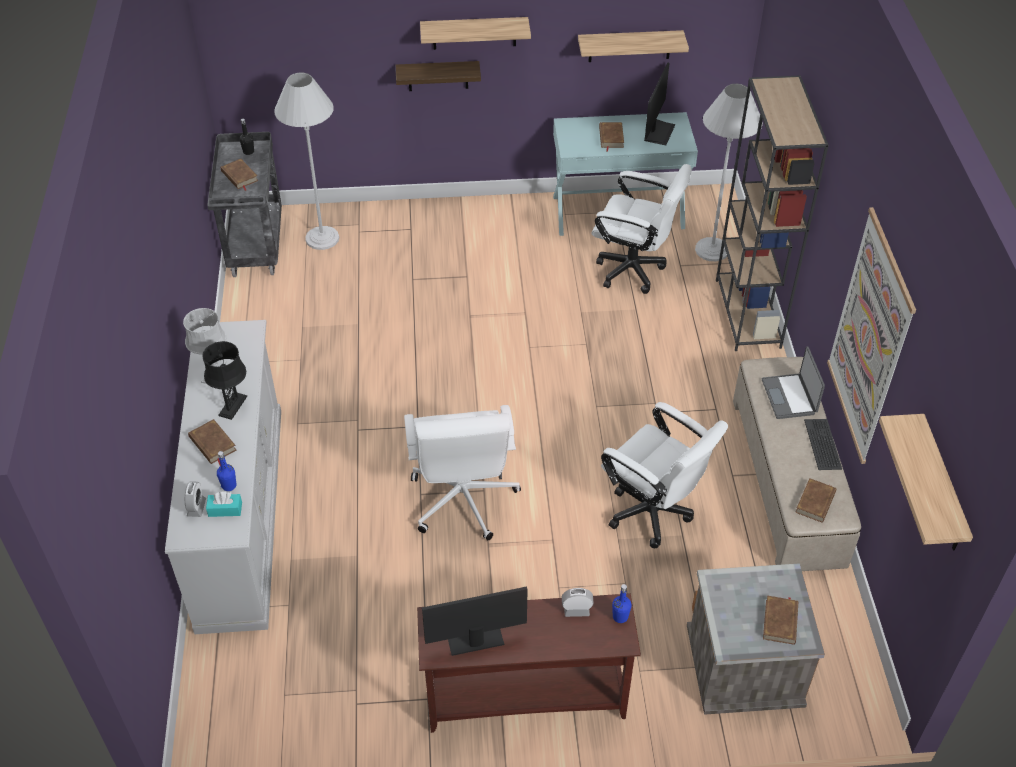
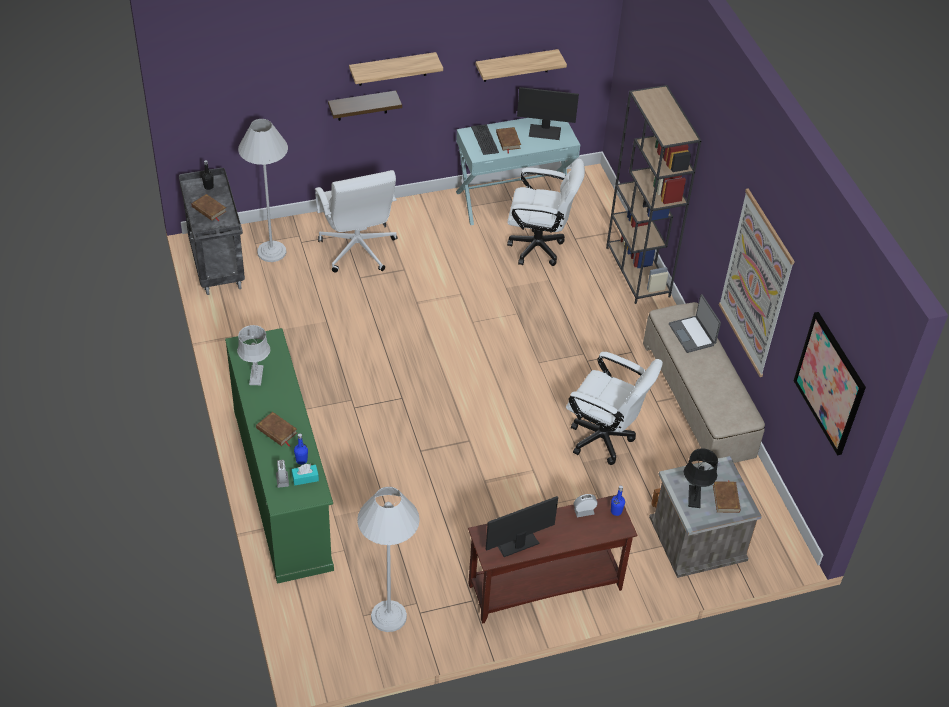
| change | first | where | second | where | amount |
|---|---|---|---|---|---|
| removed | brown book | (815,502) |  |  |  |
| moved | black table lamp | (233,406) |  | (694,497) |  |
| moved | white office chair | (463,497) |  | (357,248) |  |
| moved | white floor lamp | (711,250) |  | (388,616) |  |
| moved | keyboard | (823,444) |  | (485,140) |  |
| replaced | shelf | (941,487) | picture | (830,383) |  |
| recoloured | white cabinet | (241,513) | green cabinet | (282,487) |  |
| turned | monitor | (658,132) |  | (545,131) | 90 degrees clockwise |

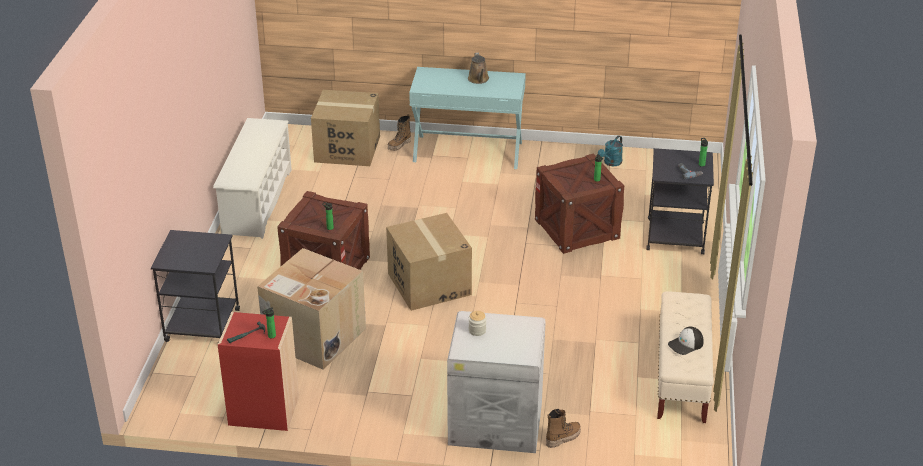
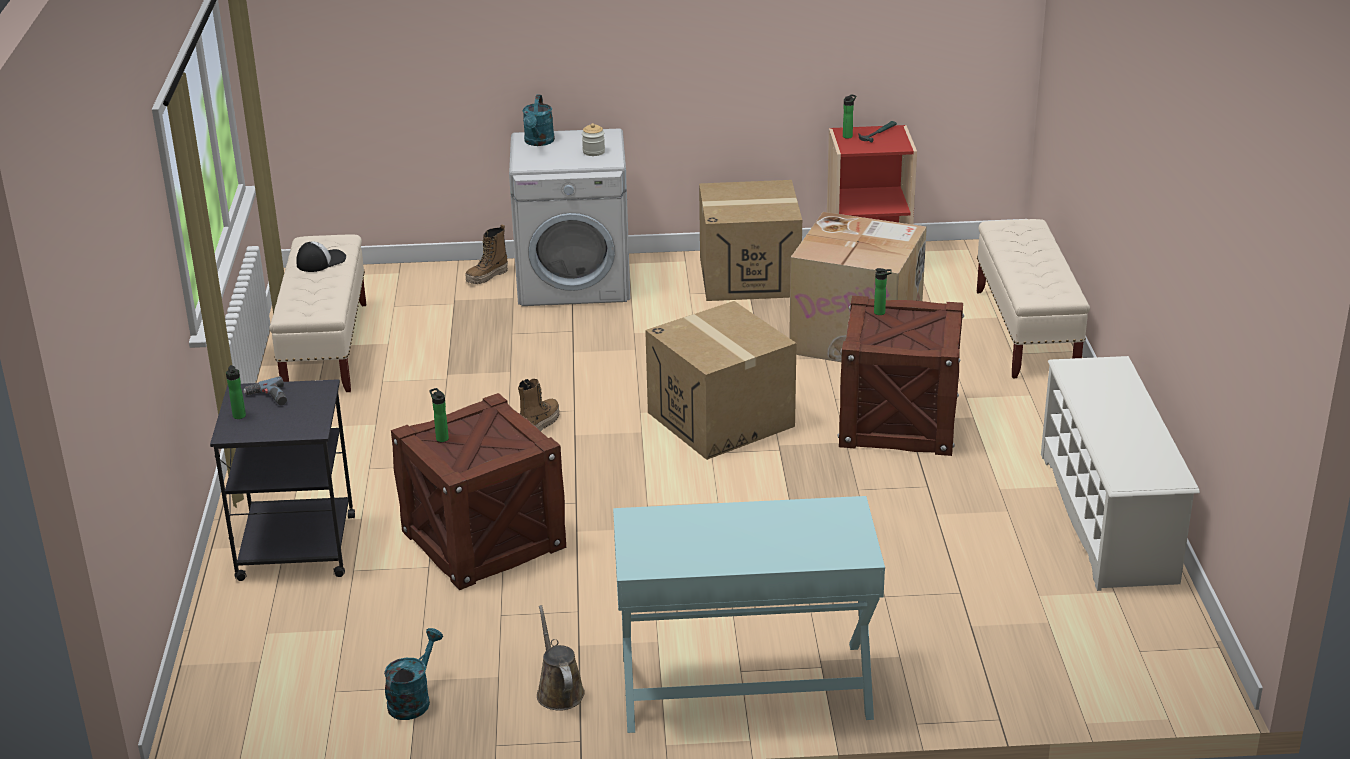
| change | first | where | second | where | amount |
|---|---|---|---|---|---|
| added |  |  | turquoise watering can | (538,142) |  |
| moved | cardboard box | (347,149) |  | (749,277) |  |
| moved | boot | (399,145) |  | (539,424) |  |
| moved | brown watering can | (478,79) |  | (559,691) |  |
| replaced | black cart | (202,324) | beige bench | (1026,332) |  |

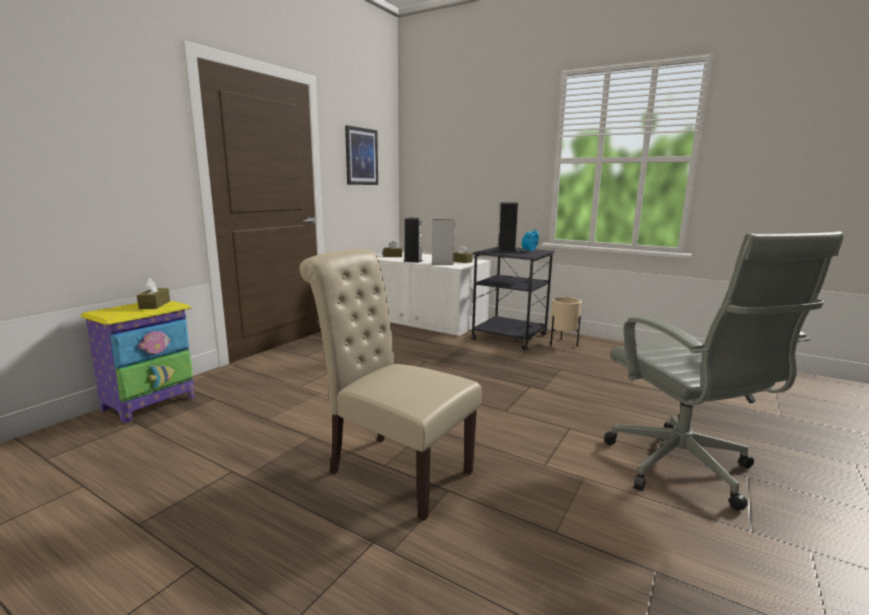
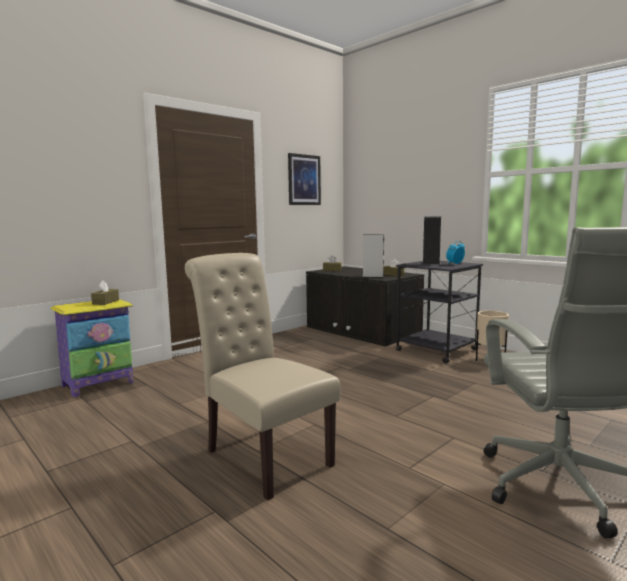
| change | first | where | second | where | amount |
|---|---|---|---|---|---|
| removed | speaker | (413,261) |  |  |  |
| recoloured | white cabinet | (427,319) | black cabinet | (362,330) |  |

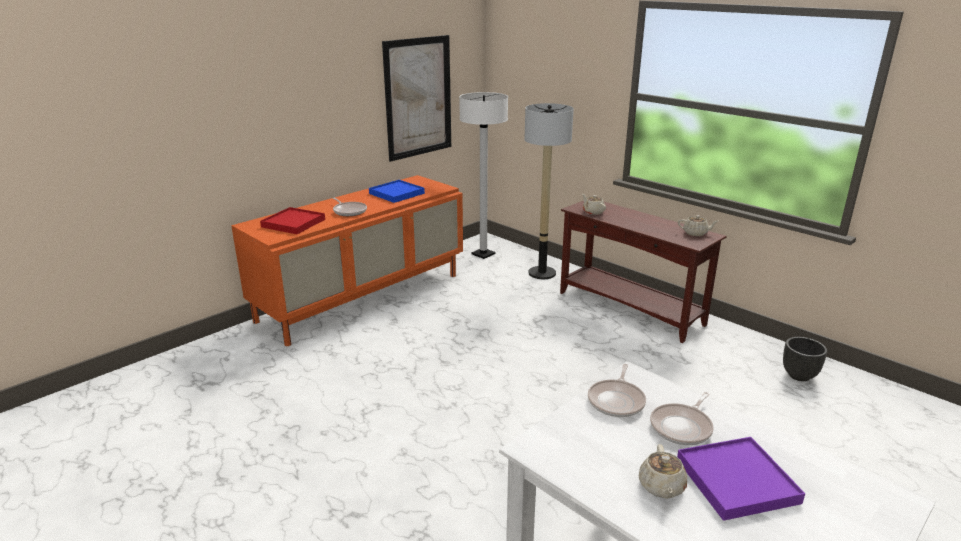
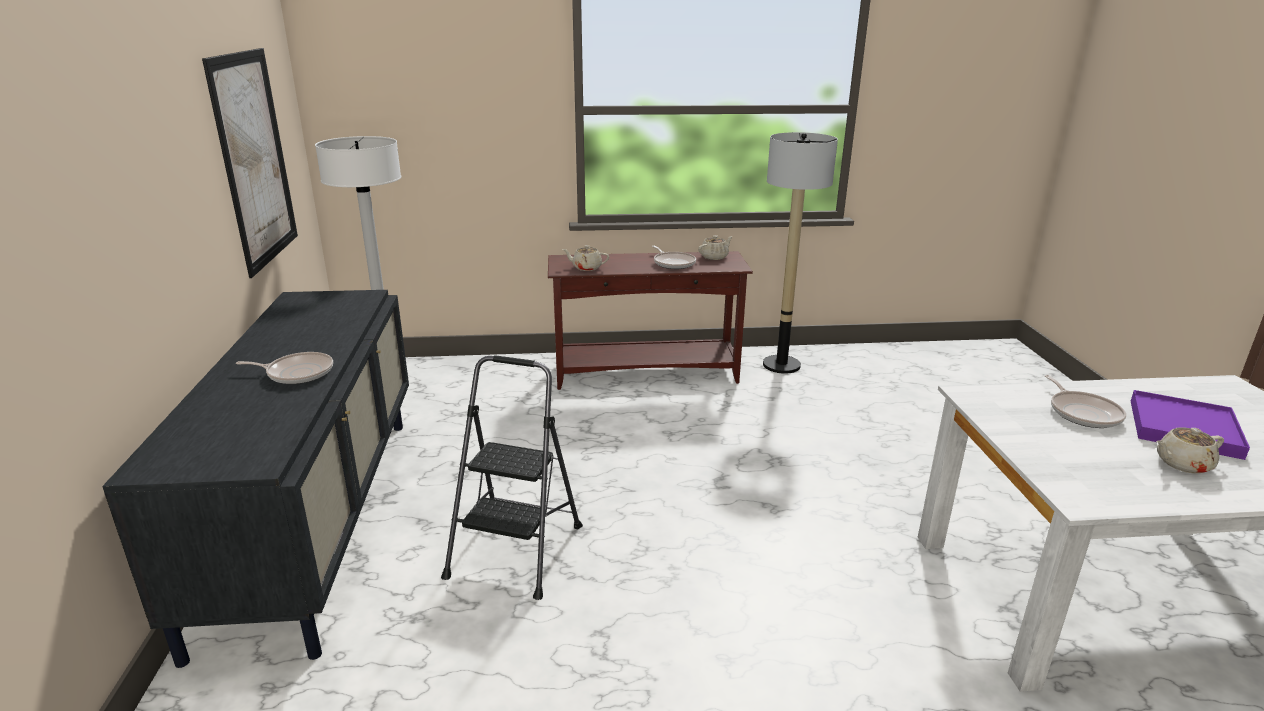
| change | first | where | second | where | amount |
|---|---|---|---|---|---|
| removed | red tray | (293,223) |  |  |  |
| removed | blue tray | (396,193) |  |  |  |
| removed | black planter | (799,376) |  |  |  |
| added |  |  | black step ladder | (517,547) |  |
| moved | floor lamp | (542,273) |  | (781,365) |  |
| moved | frying pan | (617,401) |  | (673,263) |  |
| recoloured | orange cabinet | (363,298) | black cabinet | (319,520) |  |
| turned | beige teapot | (661,487) |  | (1182,464) | 120 degrees clockwise |

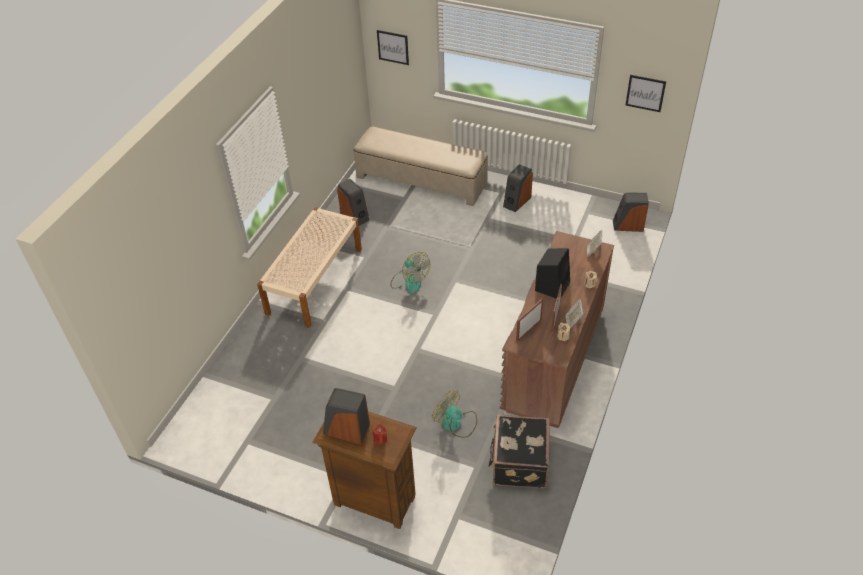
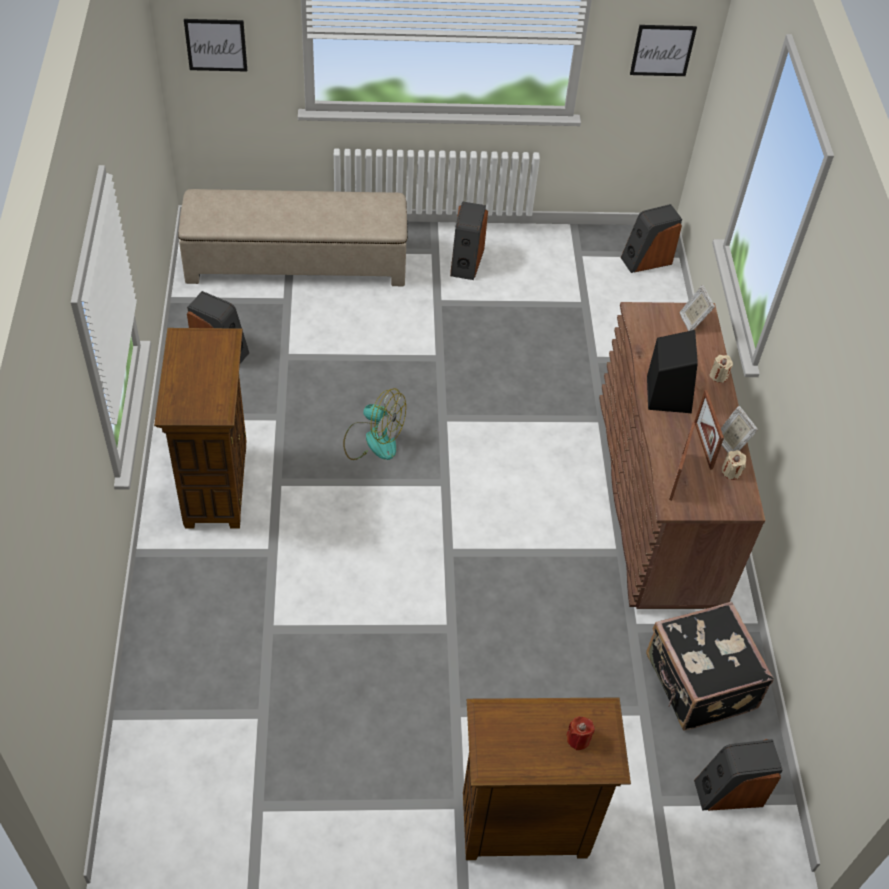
| change | first | where | second | where | amount |
|---|---|---|---|---|---|
| removed | fan | (456,423) |  |  |  |
| moved | speaker | (346,430) |  | (728,791) |  |
| replaced | beige bench | (314,281) | brown cabinet | (215,485) |  |

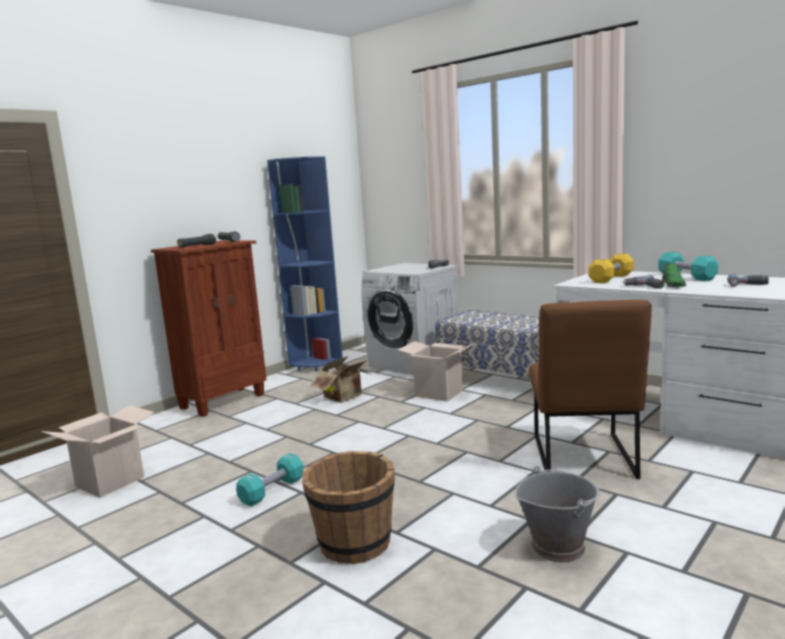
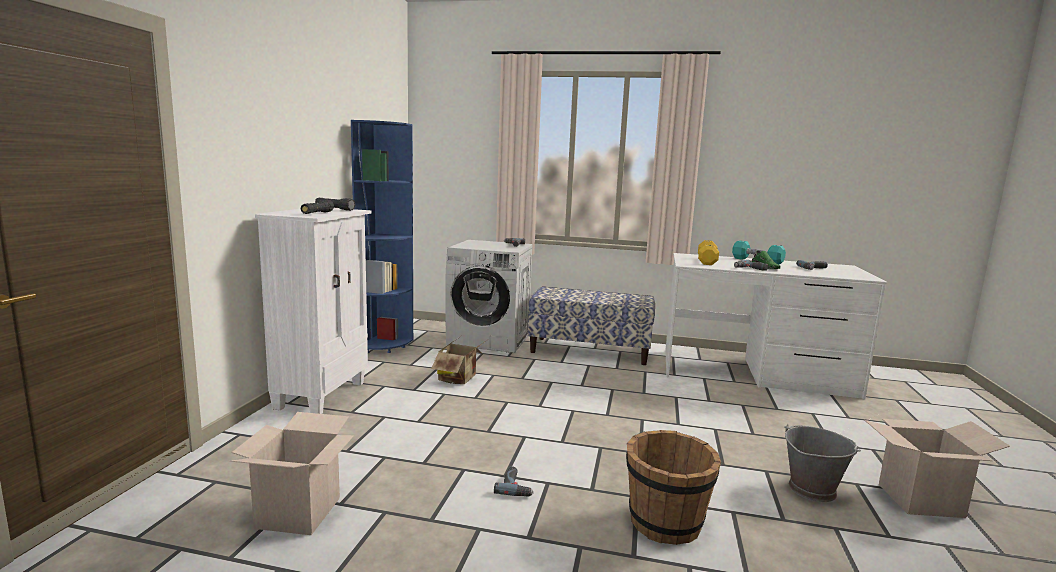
| change | first | where | second | where | amount |
|---|---|---|---|---|---|
| removed | brown chair | (582,457) |  |  |  |
| moved | cardboard box | (439,393) |  | (920,500) |  |
| replaced | turquoise dumbbell | (272,491) | power drill | (516,486) |  |
| recoloured | brown cabinet | (224,402) | white cabinet | (322,396) |  |

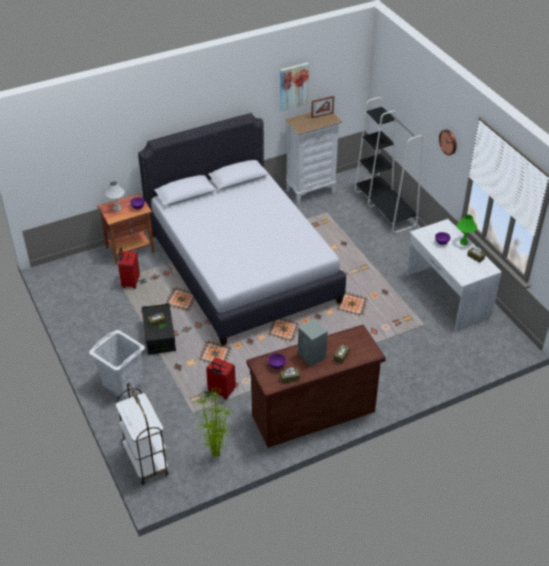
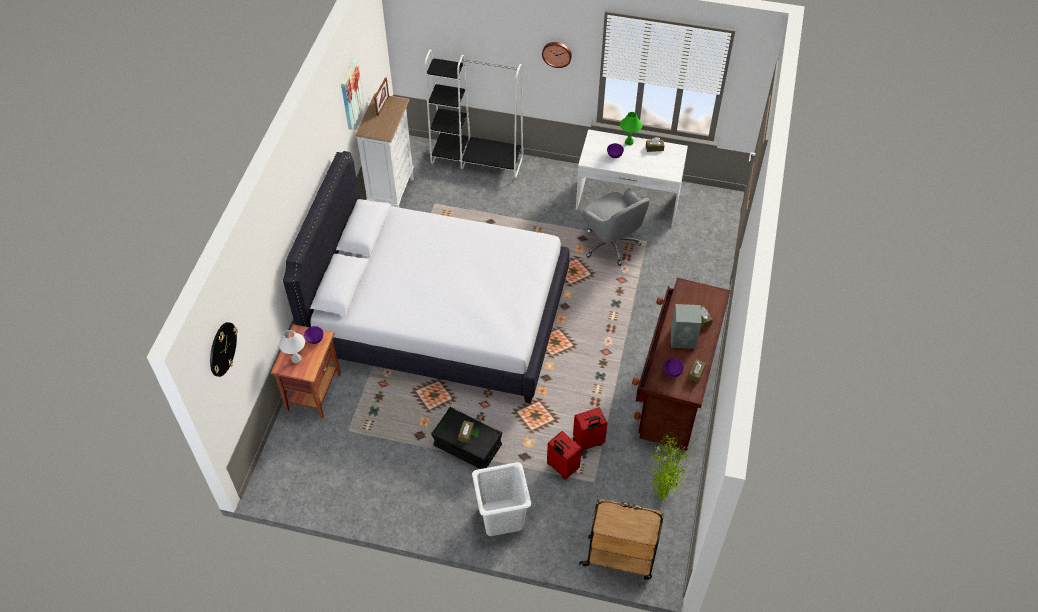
| change | first | where | second | where | amount |
|---|---|---|---|---|---|
| added |  |  | wall clock | (222,349) |  |
| added |  |  | grey office chair | (610,245) |  |
| moved | red suitcase | (130,282) |  | (562,467) |  |
| recoloured | white cart | (145,461) | brown cart | (620,559) |  |

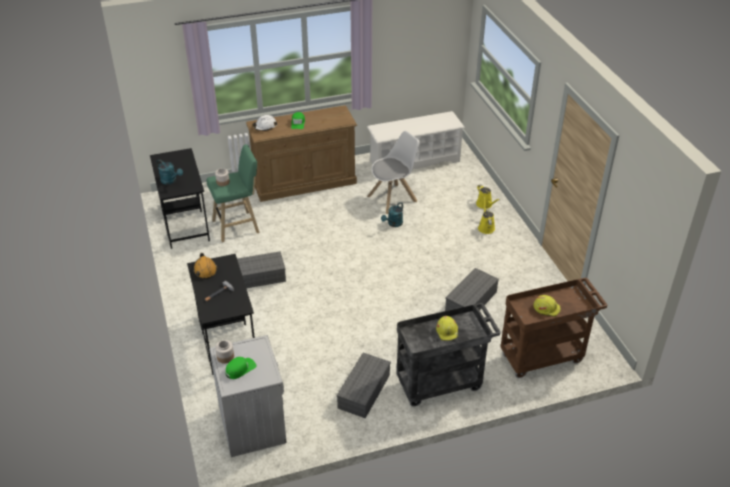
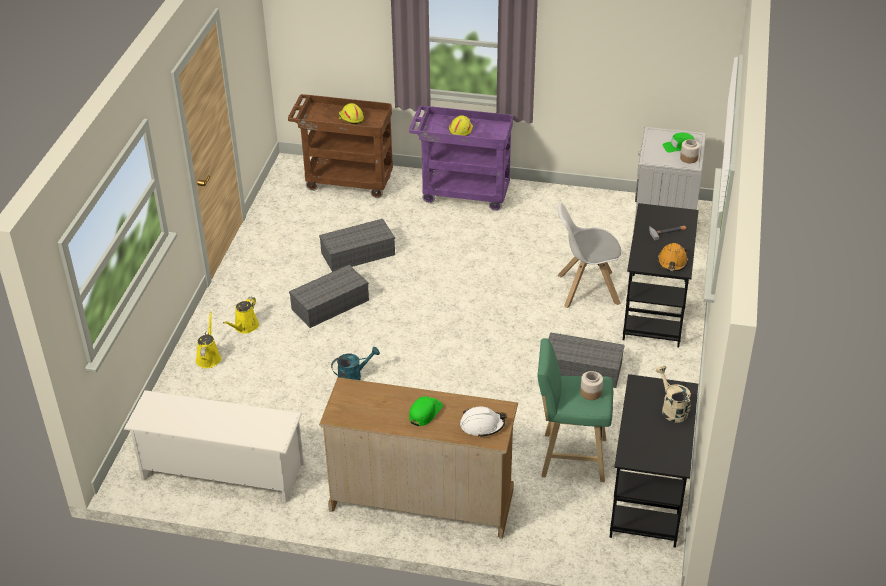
| change | first | where | second | where | amount |
|---|---|---|---|---|---|
| moved | grey storage box | (363,390) |  | (329,305) |  |
| moved | chair | (393,198) |  | (586,289) |  |
| recoloured | turquoise watering can | (170,181) | beige watering can | (671,409) |  |
| recoloured | black cart | (443,385) | purple cart | (461,196) |  |

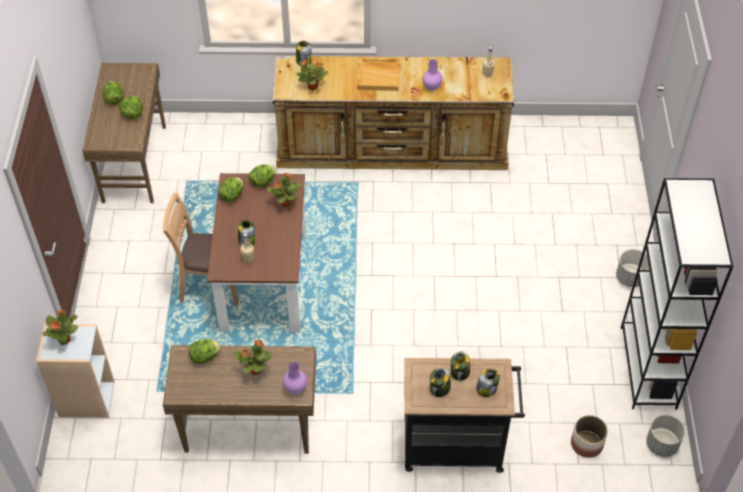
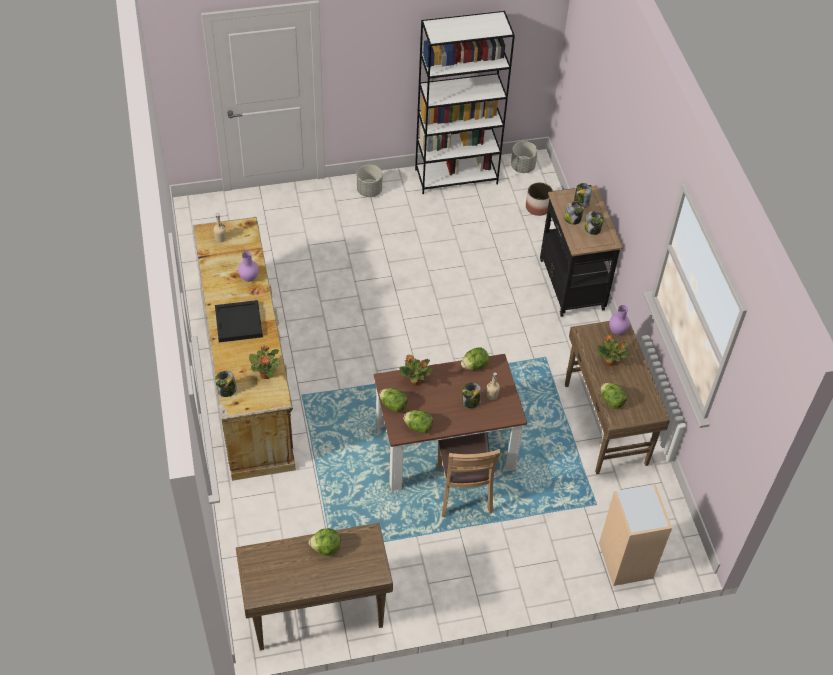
| change | first | where | second | where | amount |
|---|---|---|---|---|---|
| removed | potted plant | (64,339) |  |  |  |
| moved | lettuce | (114,99) |  | (474,365) |  |
| recoloured | beige tray | (379,75) | black tray | (238,322) |  |

